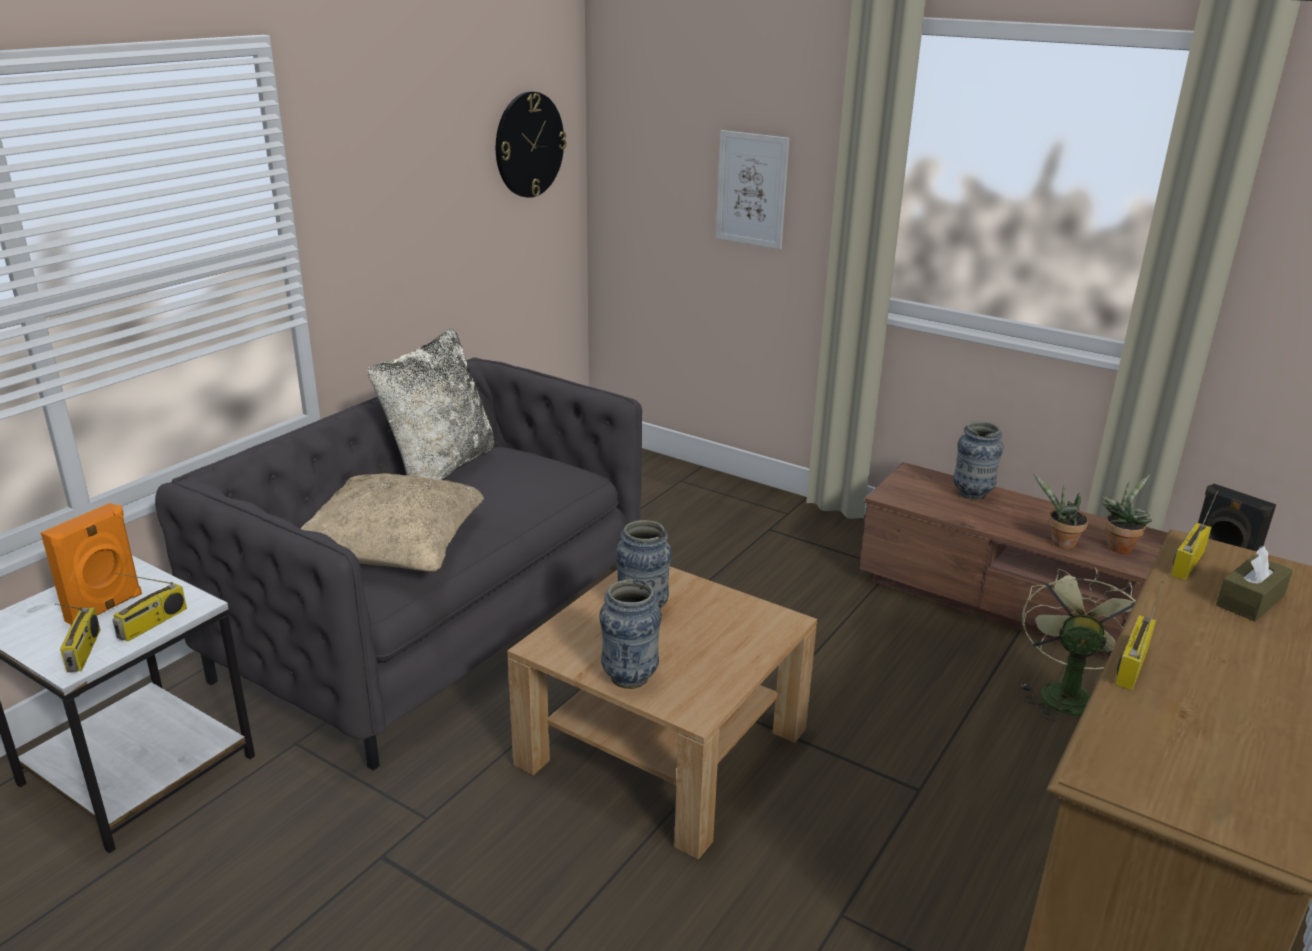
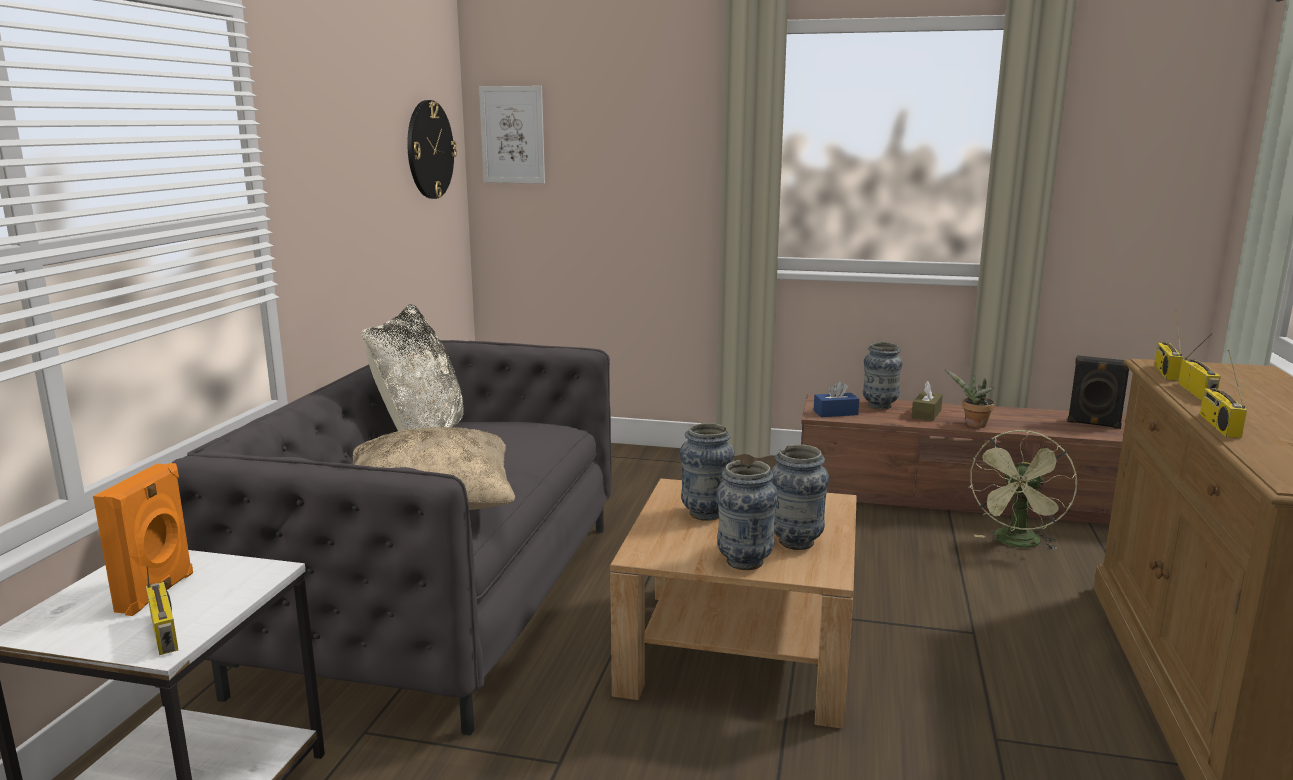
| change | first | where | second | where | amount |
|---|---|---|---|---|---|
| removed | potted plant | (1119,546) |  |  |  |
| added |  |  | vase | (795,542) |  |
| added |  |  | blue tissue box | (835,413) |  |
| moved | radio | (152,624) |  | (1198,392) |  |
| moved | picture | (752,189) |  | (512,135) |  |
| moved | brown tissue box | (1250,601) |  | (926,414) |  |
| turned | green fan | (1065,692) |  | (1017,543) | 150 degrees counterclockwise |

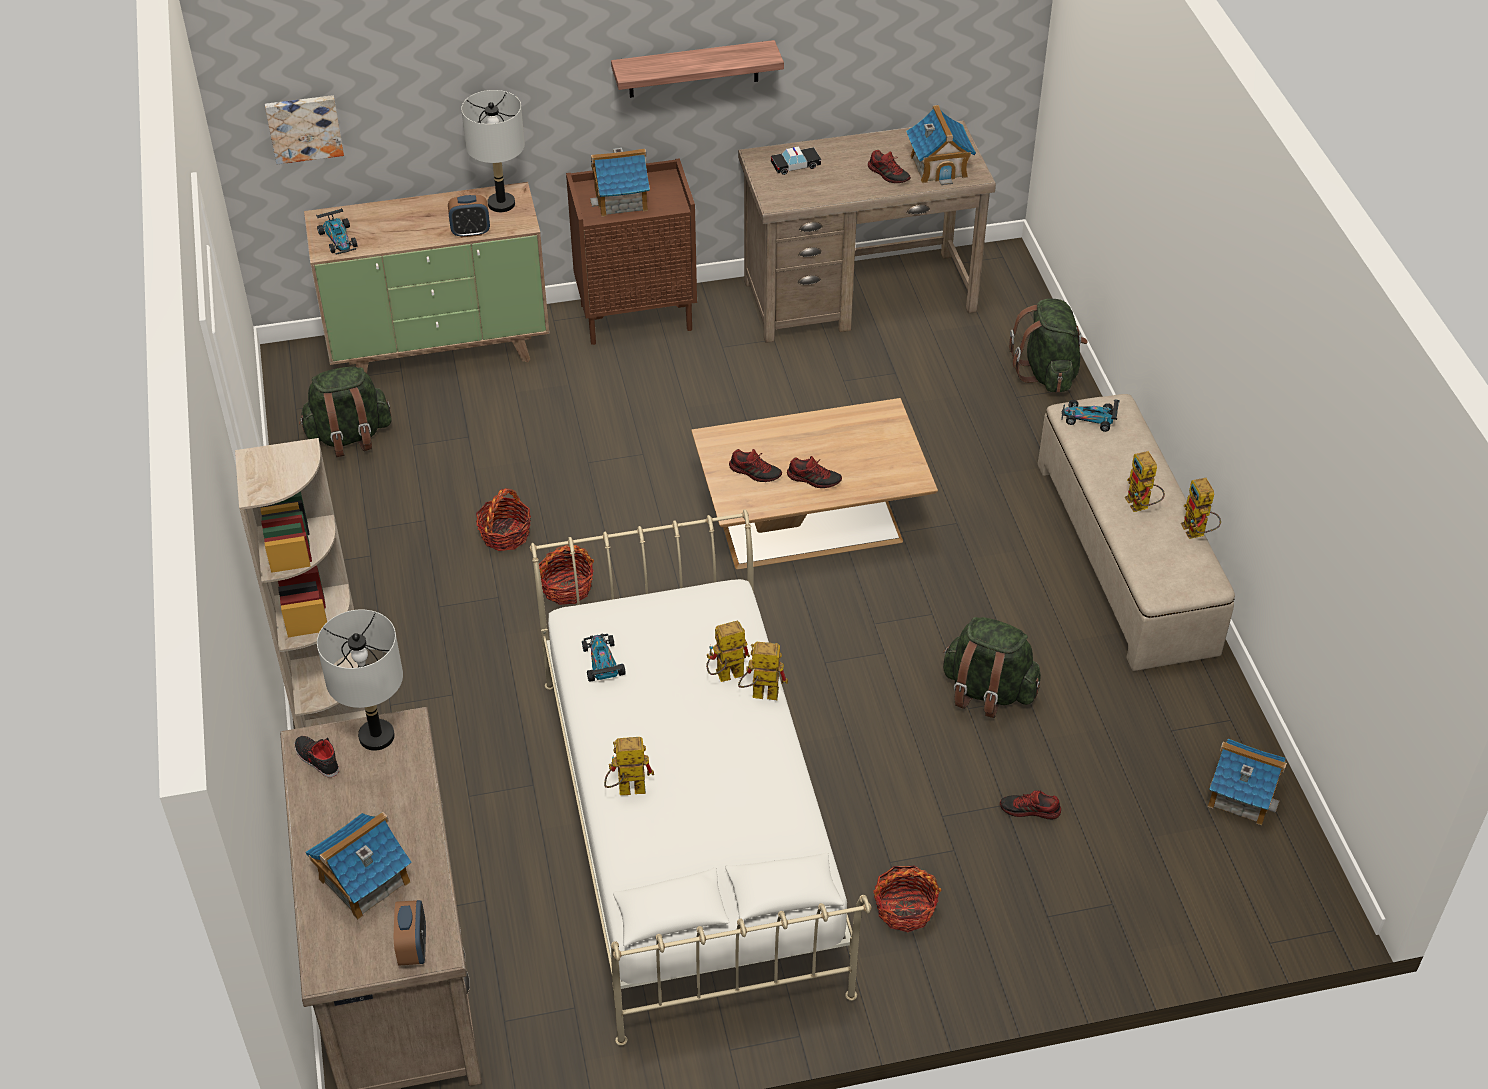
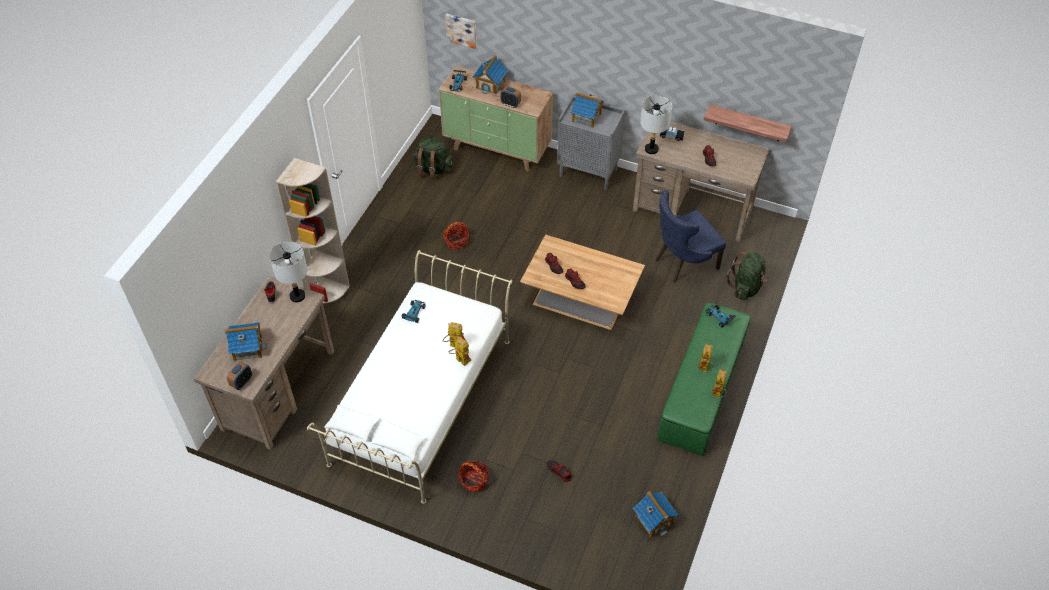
| change | first | where | second | where | amount |
|---|---|---|---|---|---|
| removed | basket | (566,587) |  |  |  |
| removed | toy robot | (625,790) |  |  |  |
| removed | green backpack | (987,691) |  |  |  |
| added |  |  | blue chair | (683,263) |  |
| moved | grey table lamp | (501,204) |  | (651,149) |  |
| moved | shelf | (693,69) |  | (748,123) |  |
| moved | toy house | (939,166) |  | (490,84) |  |
| recoloured | brown cabinet | (637,317) | grey cabinet | (588,173) |  |
| recoloured | beige bench | (1126,557) | green bench | (702,389) |  |

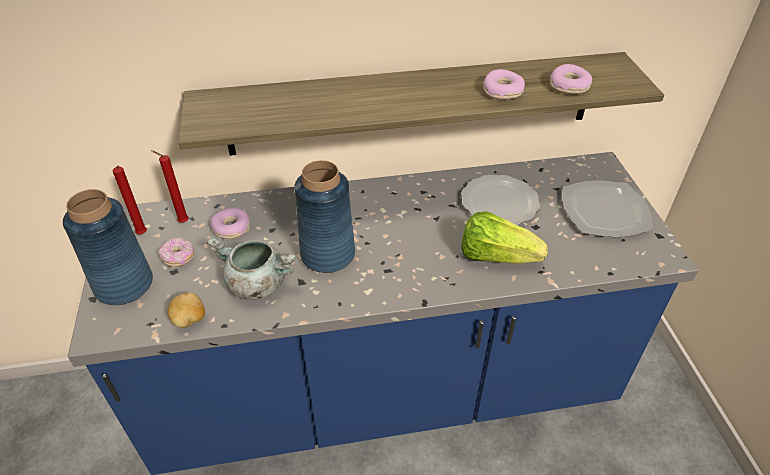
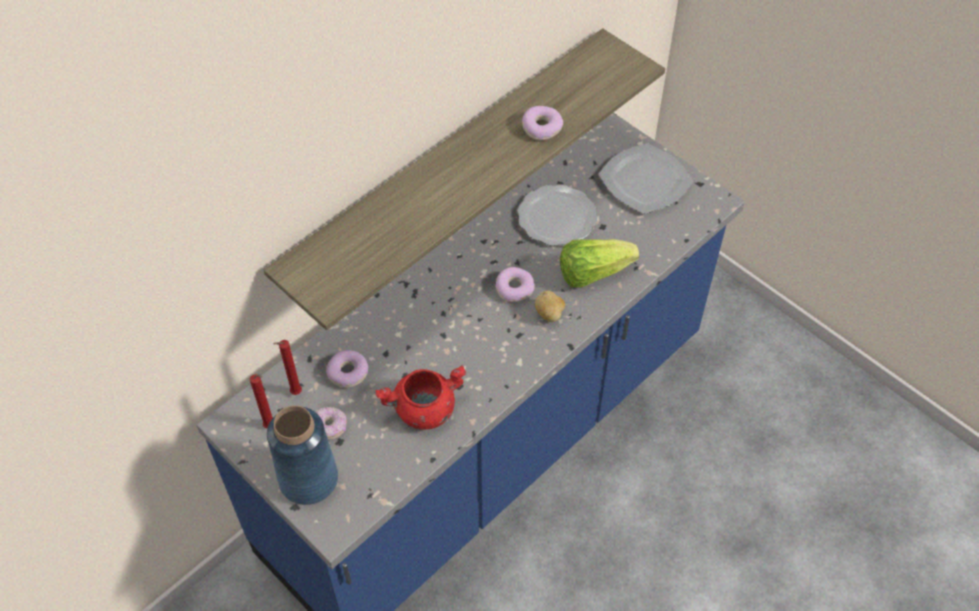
| change | first | where | second | where | amount |
|---|---|---|---|---|---|
| removed | blue vase | (327,254) |  |  |  |
| moved | potato | (190,320) |  | (549,314) |  |
| moved | donut | (569,86) |  | (514,288) |  |
| recoloured | grey cooking pot | (257,284) | red cooking pot | (424,410) |  |

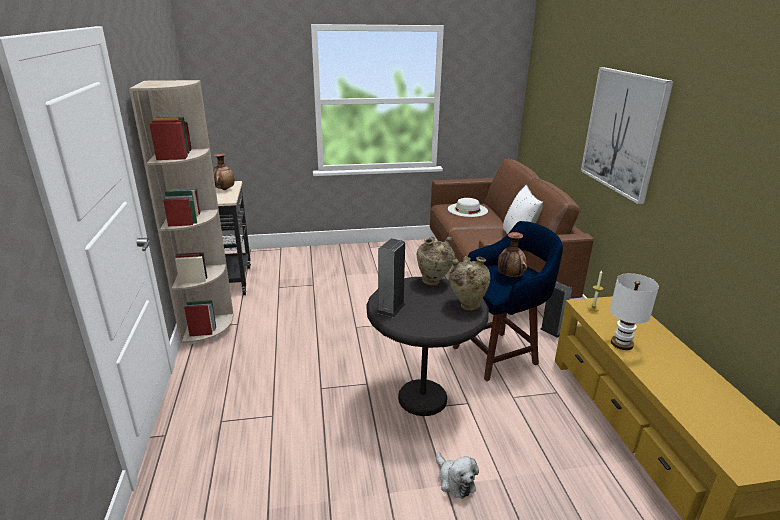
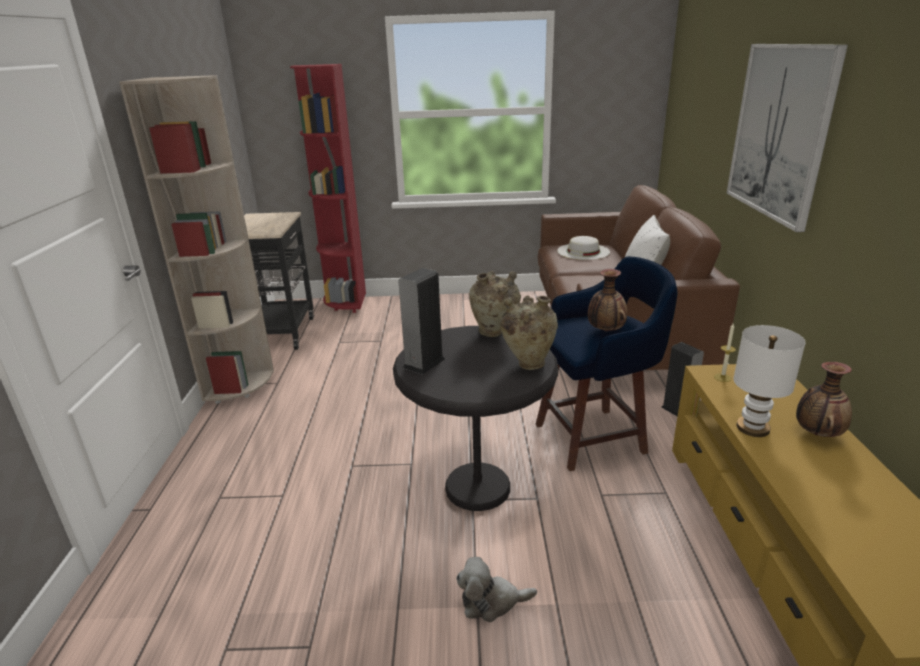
| change | first | where | second | where | amount |
|---|---|---|---|---|---|
| added |  |  | red bookcase | (345,306) |  |
| moved | vase | (224,189) |  | (817,433) |  |
| turned | plush toy | (454,480) |  | (491,601) | 105 degrees clockwise |

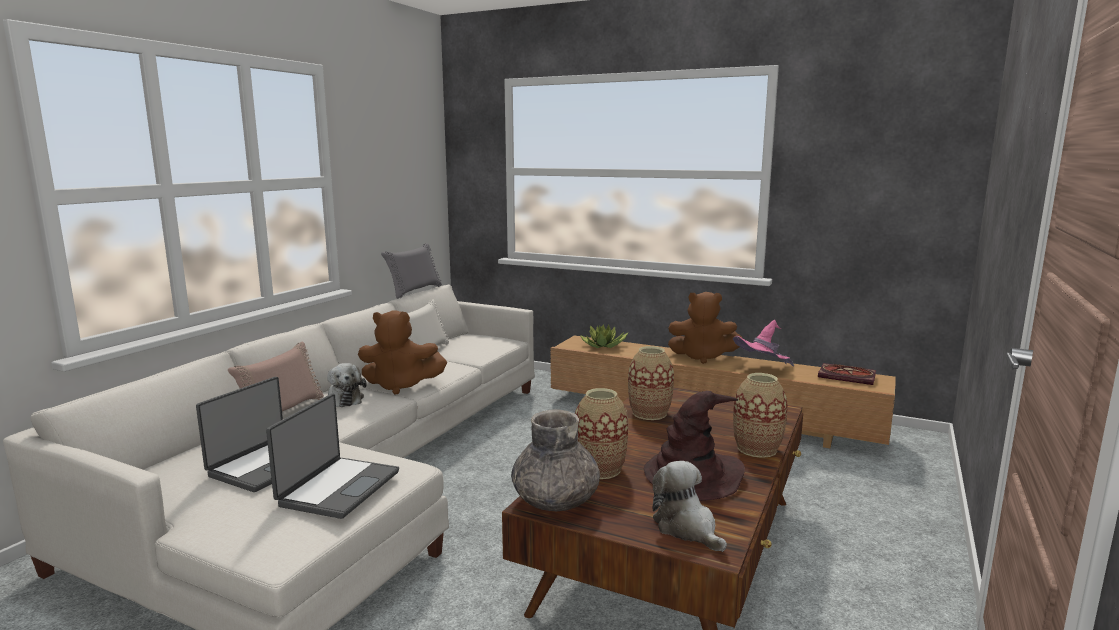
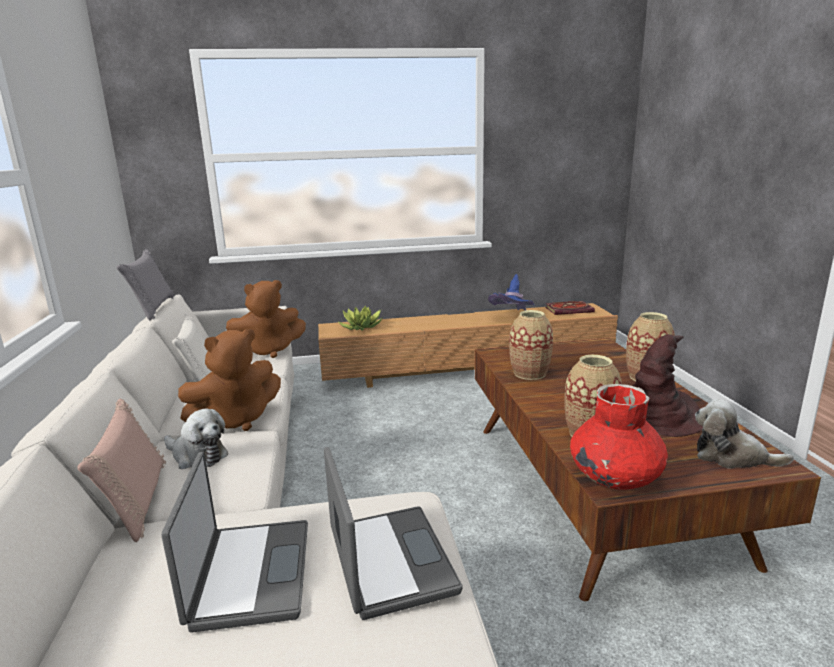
| change | first | where | second | where | amount |
|---|---|---|---|---|---|
| moved | brown plush toy | (702,357) |  | (269,351) |  |
| recoloured | grey vase | (556,500) | red vase | (614,476) |  |
| recoloured | pink hat | (762,370) | blue hat | (512,318) |  |

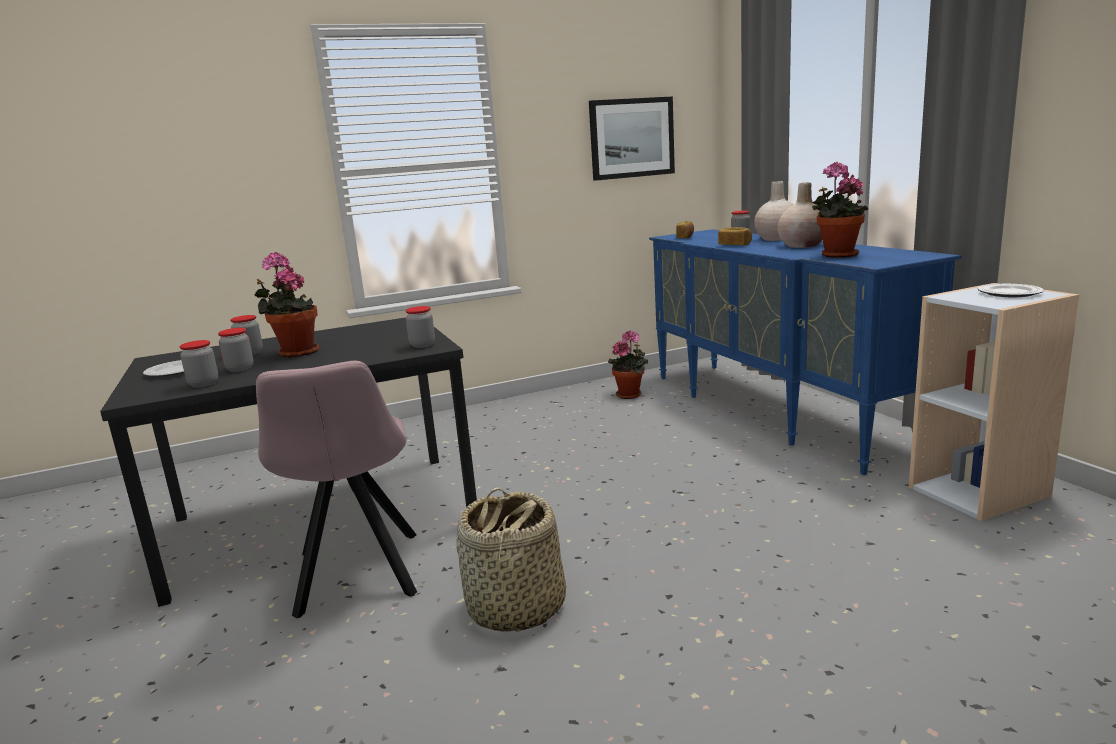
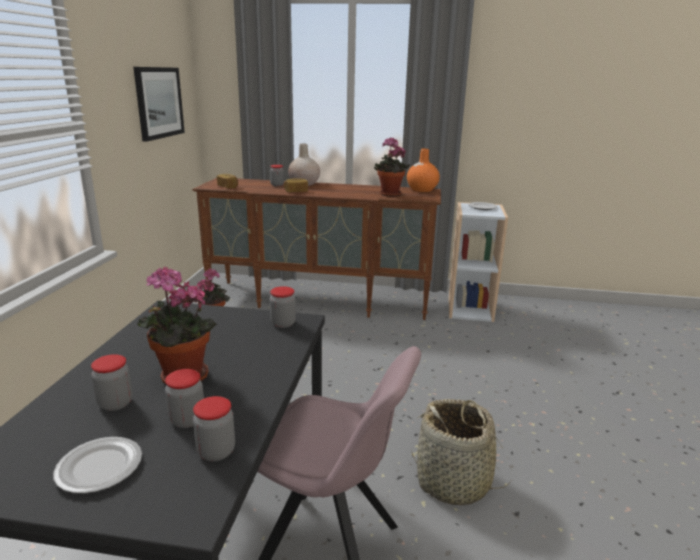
| change | first | where | second | where | amount |
|---|---|---|---|---|---|
| removed | beige vase | (803,245) |  |  |  |
| added |  |  | orange vase | (422,190) |  |
| recoloured | blue cabinet | (771,410) | brown cabinet | (319,300) |  |

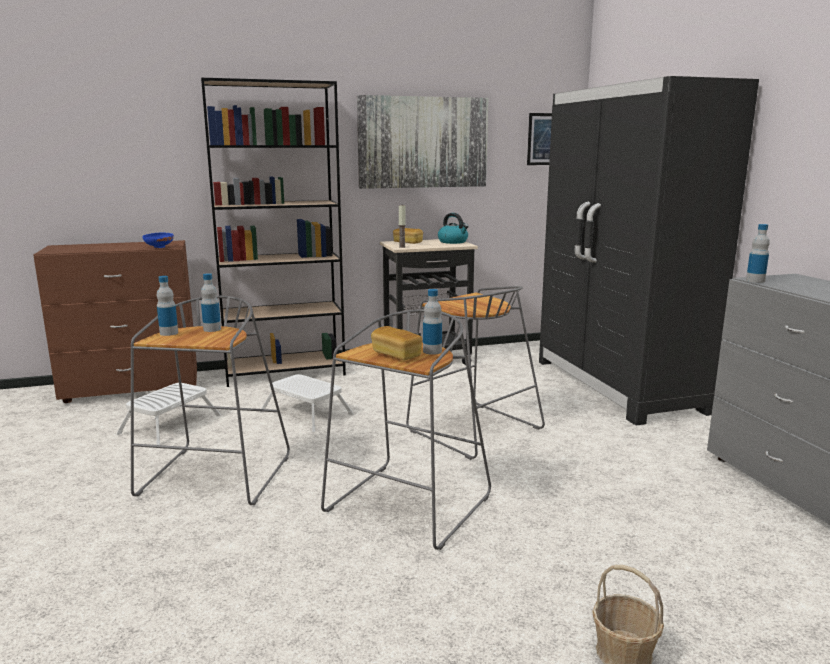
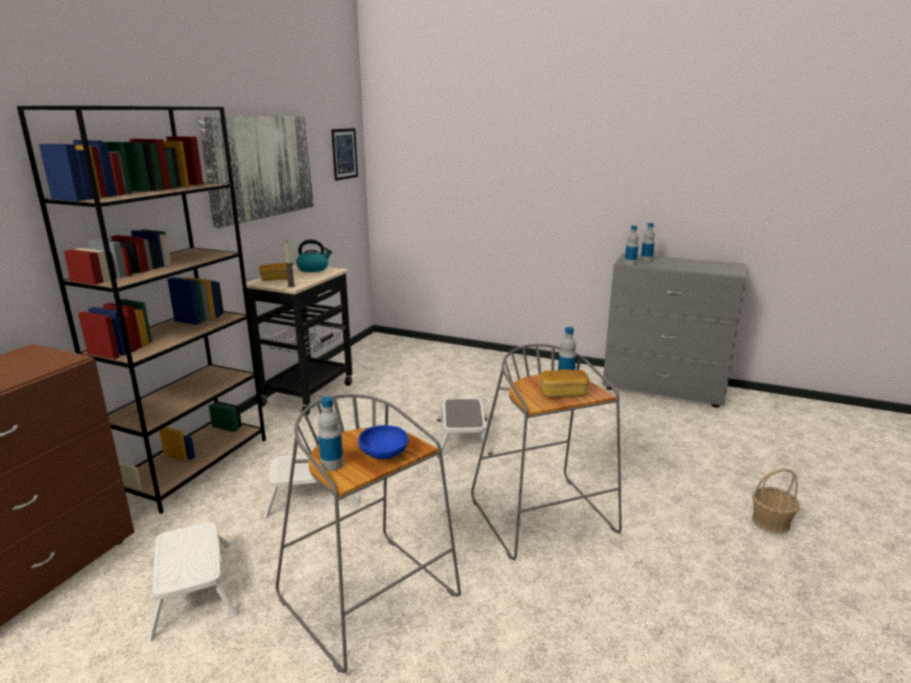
| change | first | where | second | where | amount |
|---|---|---|---|---|---|
| removed | black cabinet | (615,386) |  |  |  |
| moved | blue bowl | (158,247) |  | (384,456) |  |
| moved | bottle | (212,329) |  | (646,261) |  |
| replaced | grey stool | (472,429) | grey step ladder | (462,438) |  |

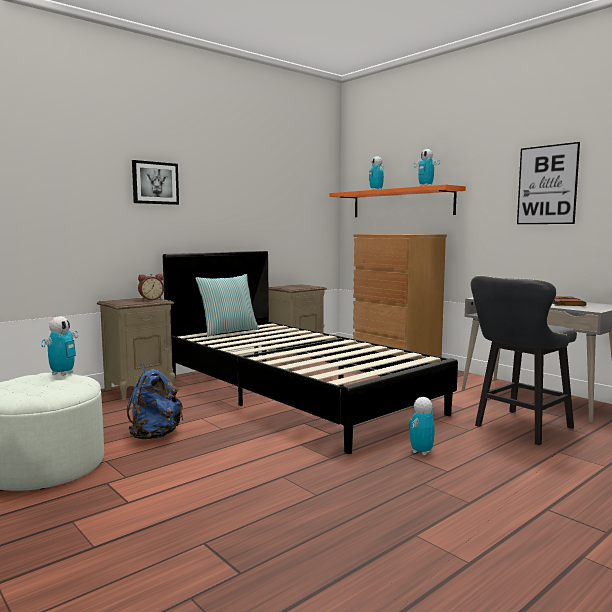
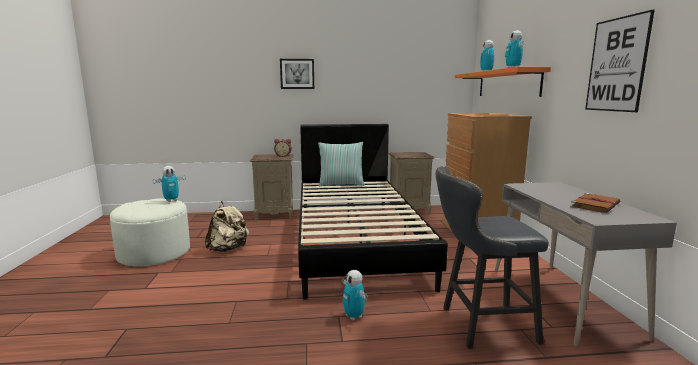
| change | first | where | second | where | amount |
|---|---|---|---|---|---|
| recoloured | blue backpack | (155,435) | beige backpack | (228,249) |  |
| turned | toy robot | (421,452) |  | (354,316) | 105 degrees counterclockwise |

